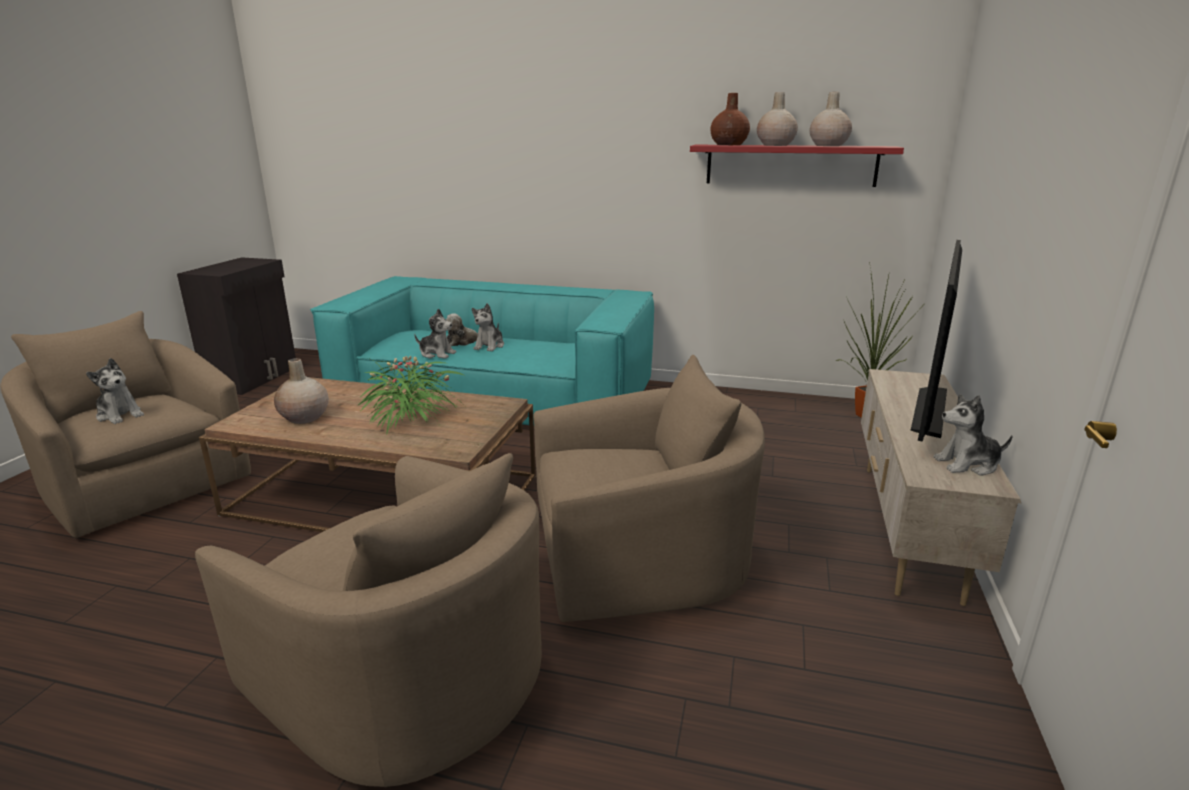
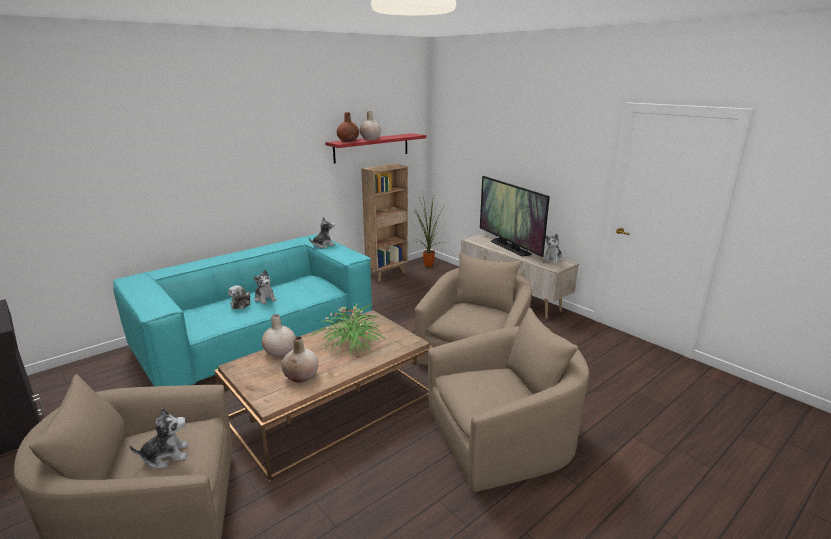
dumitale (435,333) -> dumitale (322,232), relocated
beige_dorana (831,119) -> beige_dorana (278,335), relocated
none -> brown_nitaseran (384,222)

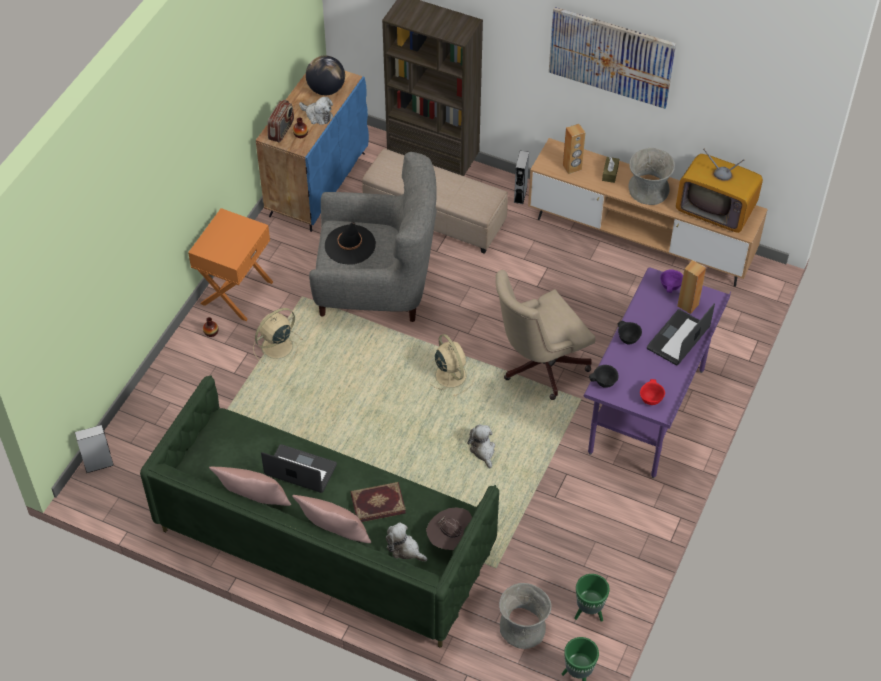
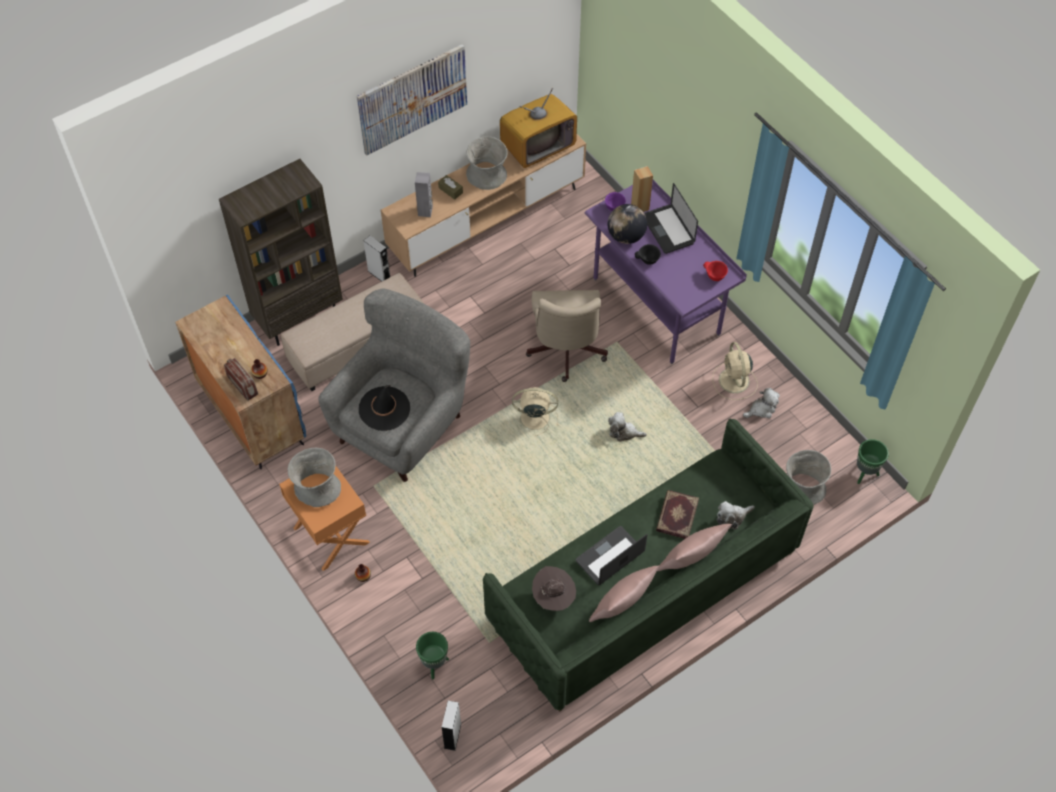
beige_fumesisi (277,336) -> beige_fumesisi (735,371), relocated
dumitale (316,111) -> dumitale (761,403), relocated
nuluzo (325,75) -> nuluzo (627,224), relocated
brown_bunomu (449,529) -> brown_bunomu (554,588), relocated
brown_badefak (574,149) -> grey_badefak (424,194)
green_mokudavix (592,598) -> green_mokudavix (432,655), relocated
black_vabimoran (604,376) -> none
none -> grey_dorana (314,477)

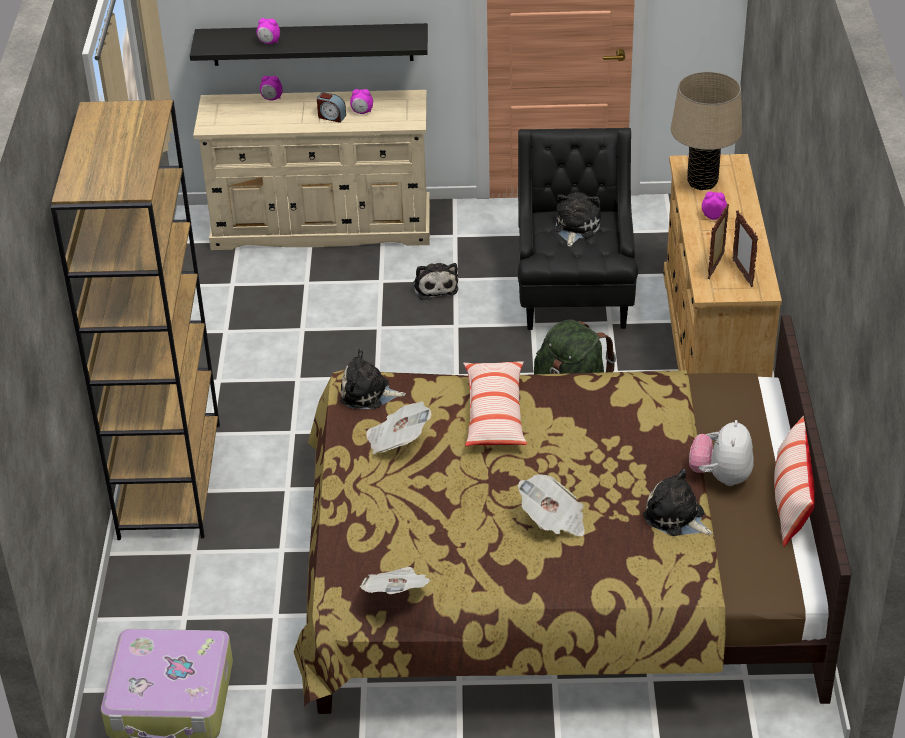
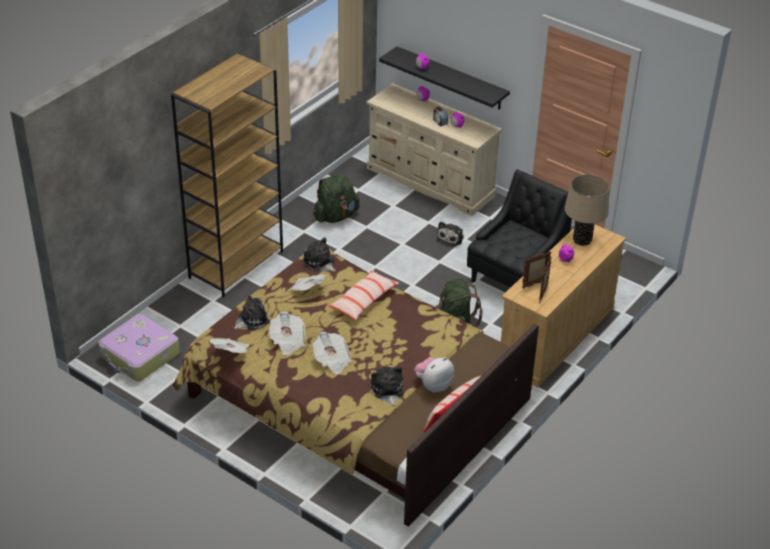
dumitale (577,219) -> dumitale (251,312), relocated
none -> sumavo (287,333)
none -> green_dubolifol (336,198)

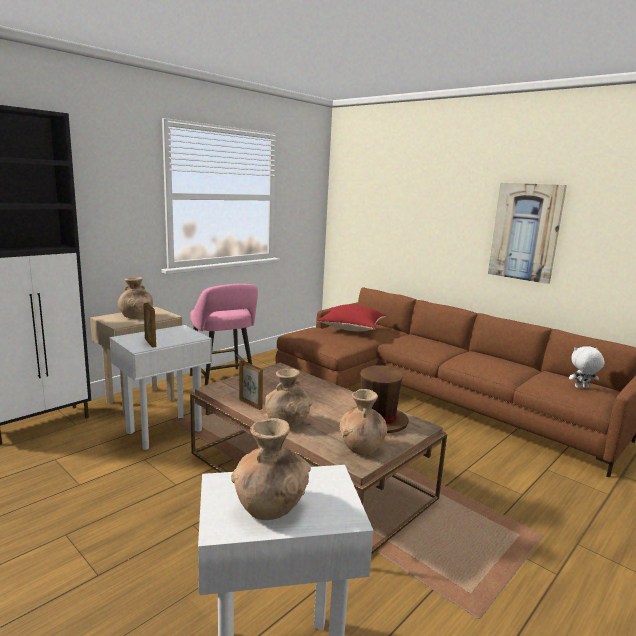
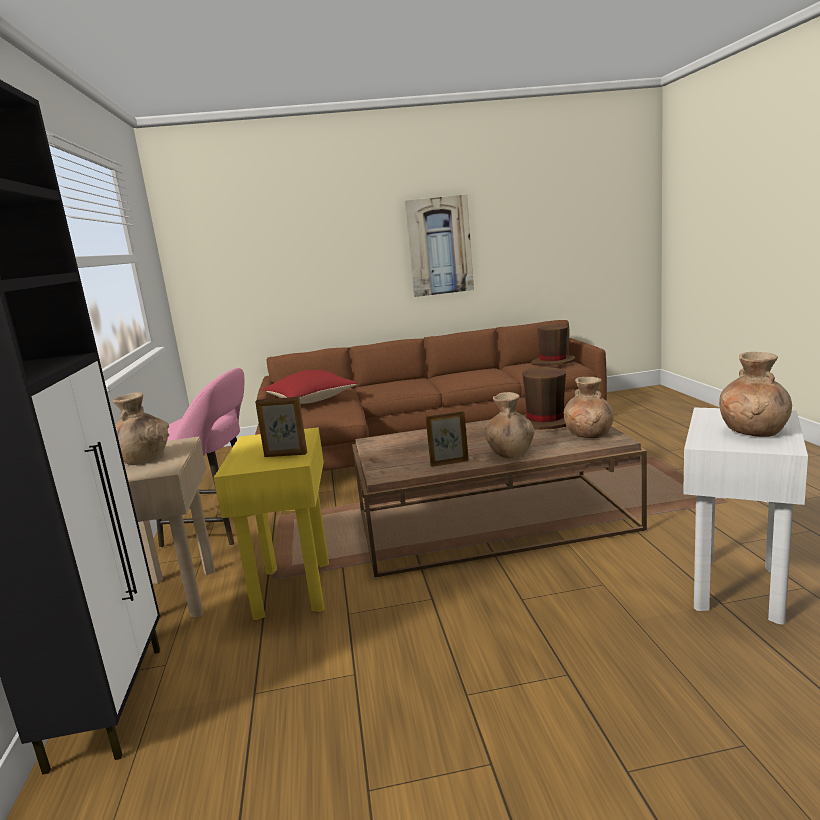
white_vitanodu (160,387) -> yellow_vitanodu (271,523)
white_dumitale (586,367) -> brown_bunomu (553,345)

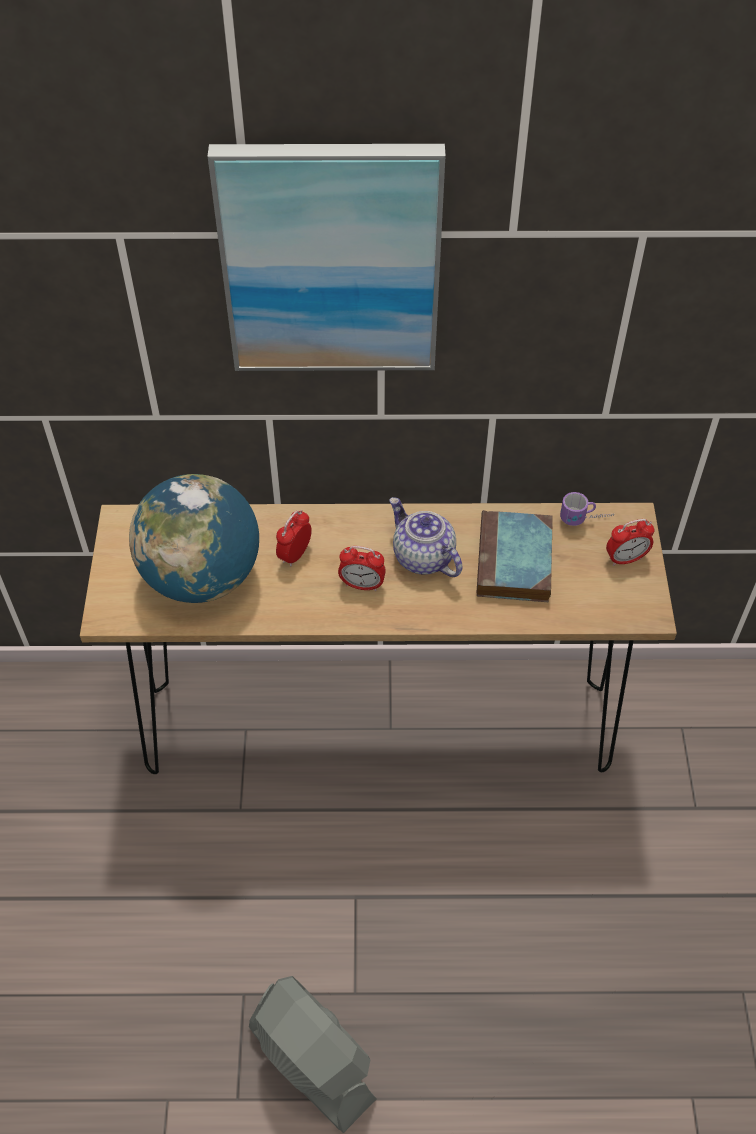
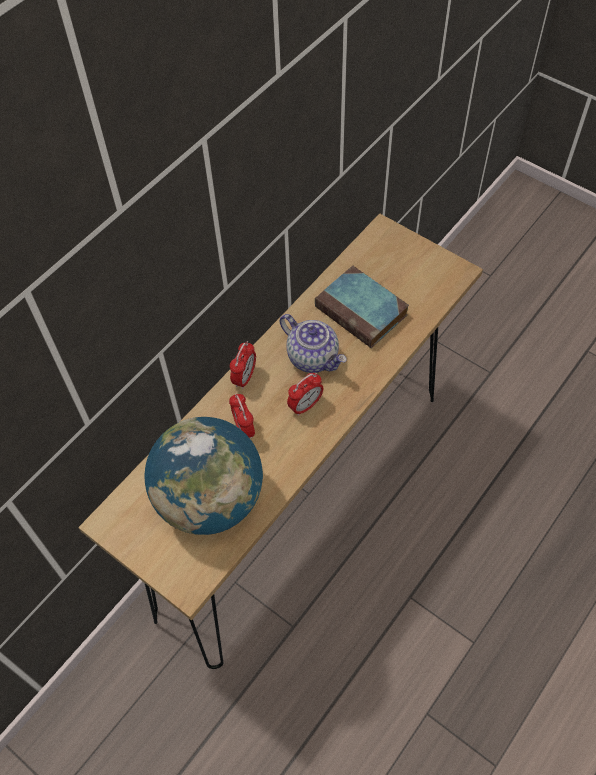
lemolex (327,257) -> none
grey_fumesisi (313,1054) -> none
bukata (426,537) -> bukata (313,343), 135 degrees counterclockwise
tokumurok (587,509) -> none
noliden (630,542) -> noliden (243,365), relocated

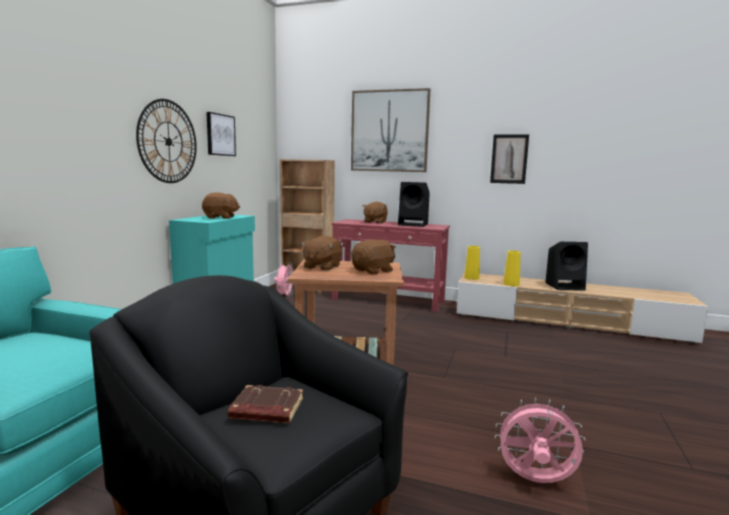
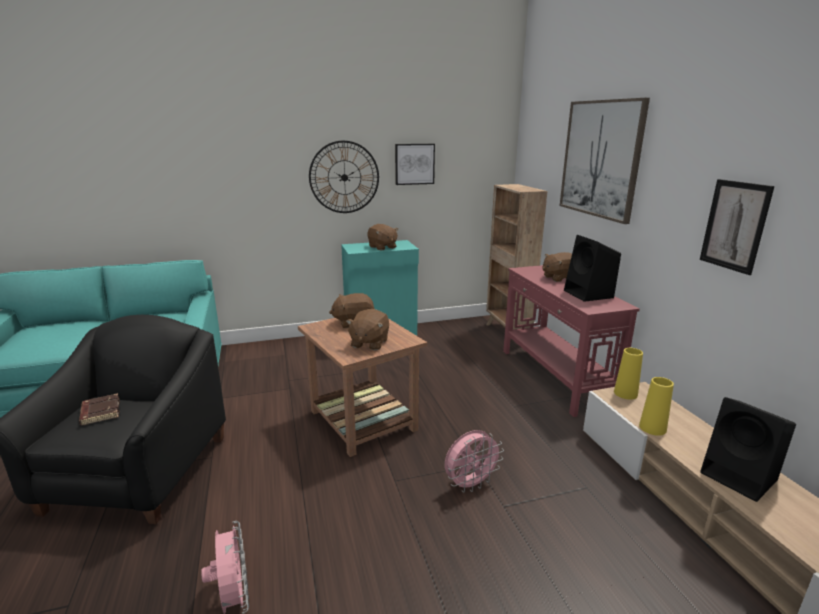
pink_fumesisi (284,280) -> pink_fumesisi (474,461), relocated
brown_dumitale (373,257) -> brown_dumitale (367,329), 90 degrees clockwise

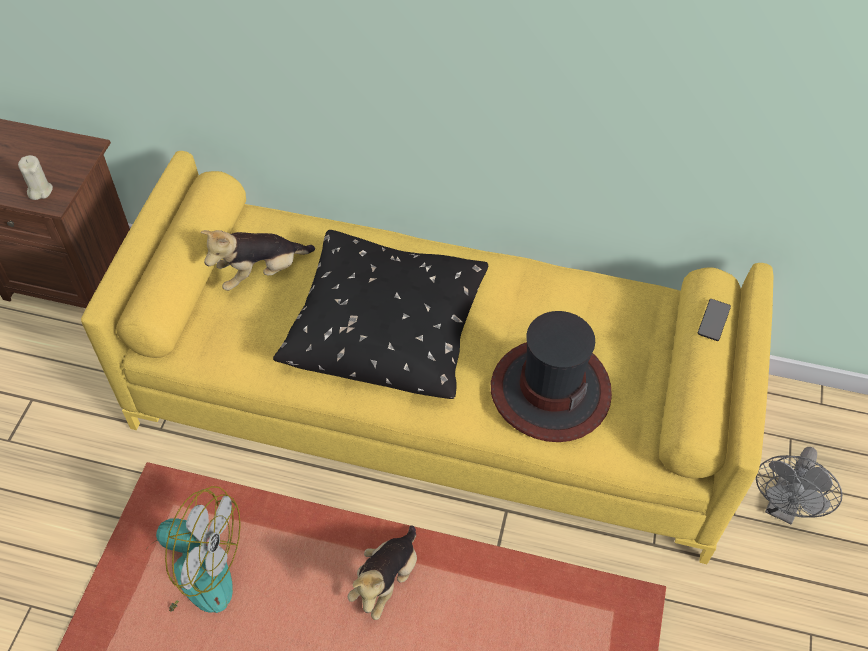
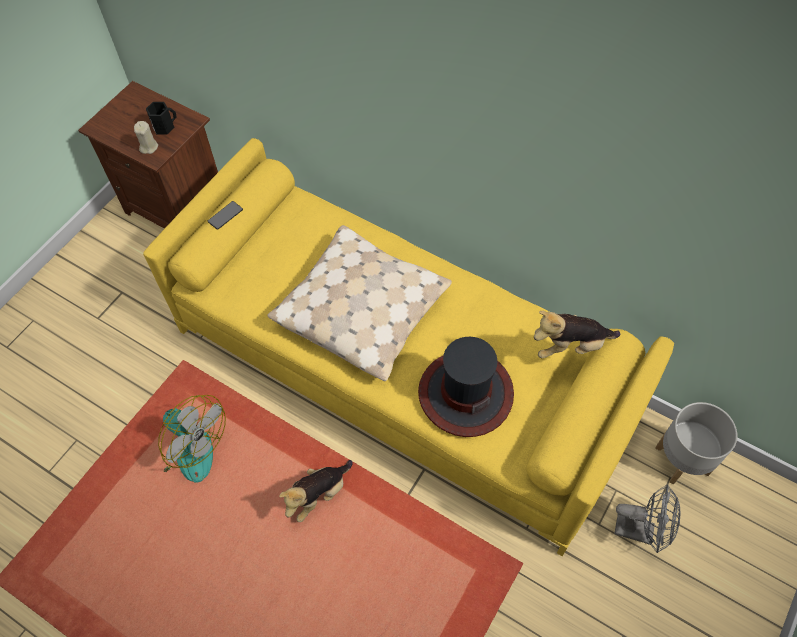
dumitale (258,260) -> dumitale (577,334), relocated
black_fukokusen (380,314) -> beige_fukokusen (359,303)
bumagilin (714,320) -> bumagilin (225,215), relocated
grey_fumesisi (799,485) -> grey_fumesisi (647,519), 120 degrees counterclockwise
none -> black_tokumurok (161,118)
none -> grey_mokudavix (696,443)

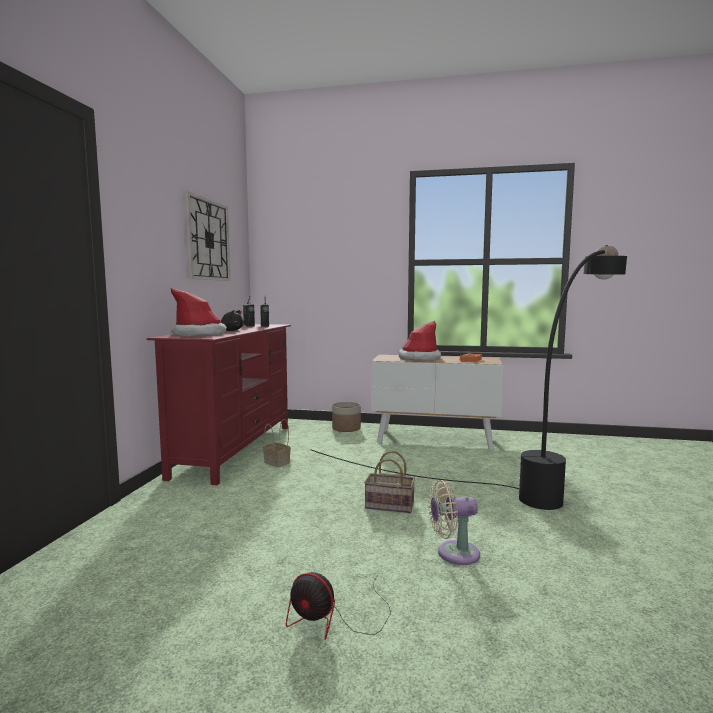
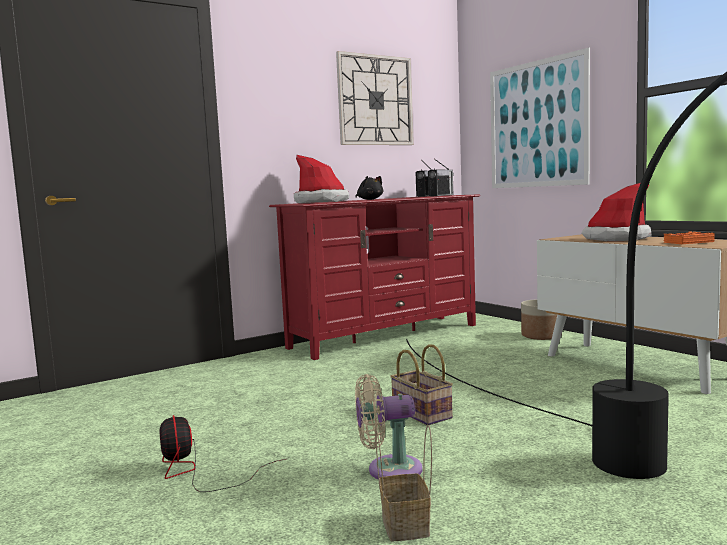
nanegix (277,443) -> nanegix (404,483), relocated
beige_fumesisi (454,522) -> beige_fumesisi (388,426), 45 degrees counterclockwise
none -> lemolex (540,118)

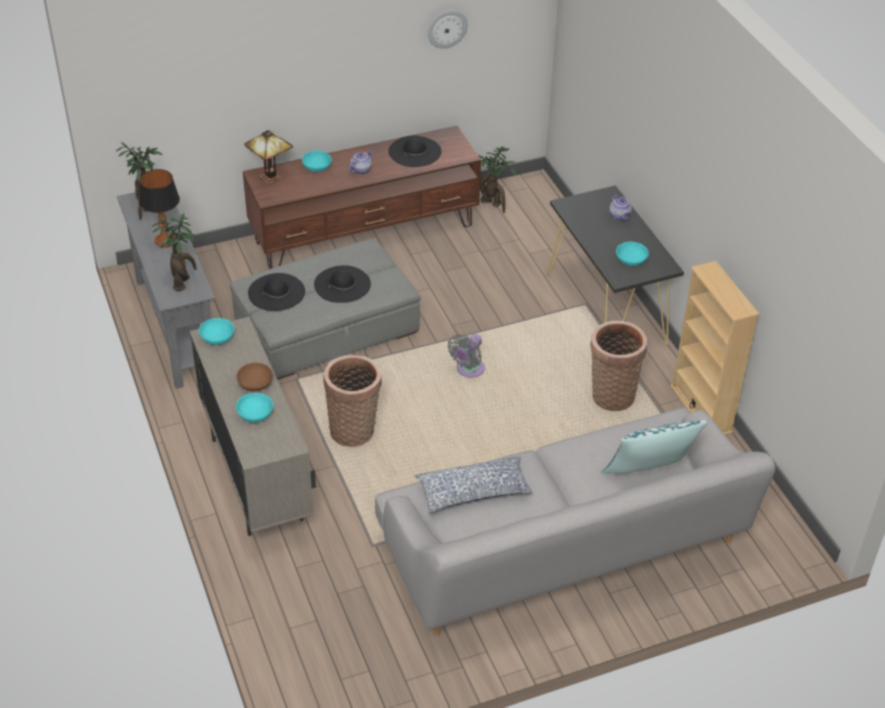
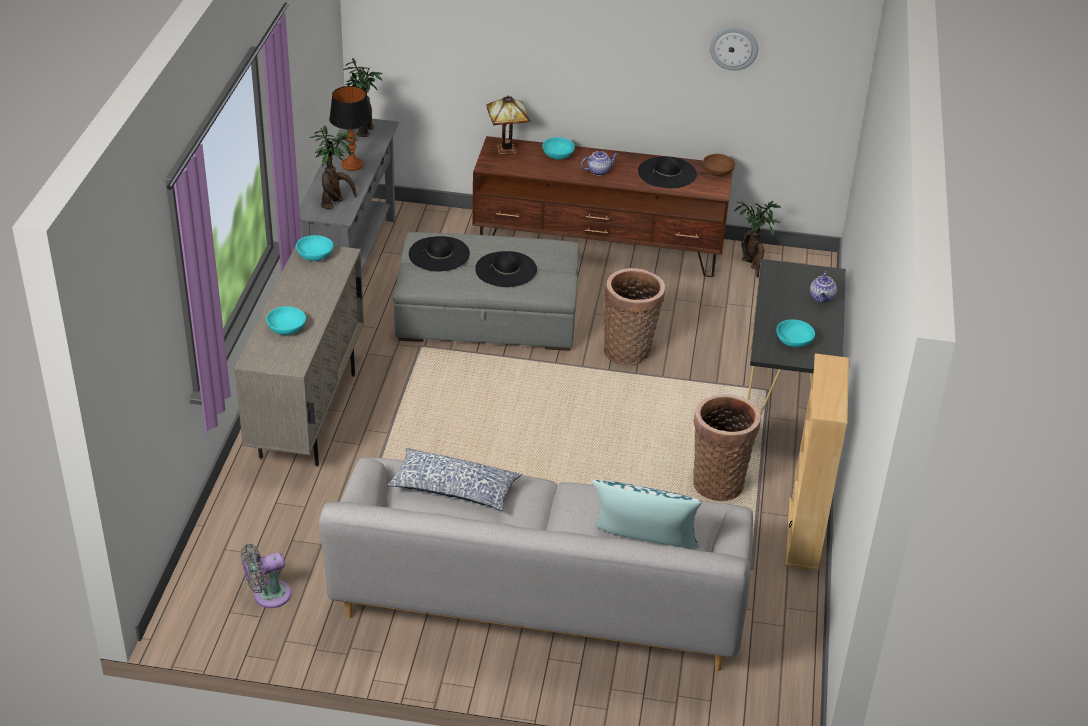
brown_vabimoran (254,377) -> brown_vabimoran (719,165), relocated
nanegix (352,401) -> nanegix (634,316), relocated
grey_fumesisi (466,356) -> grey_fumesisi (266,576), relocated

